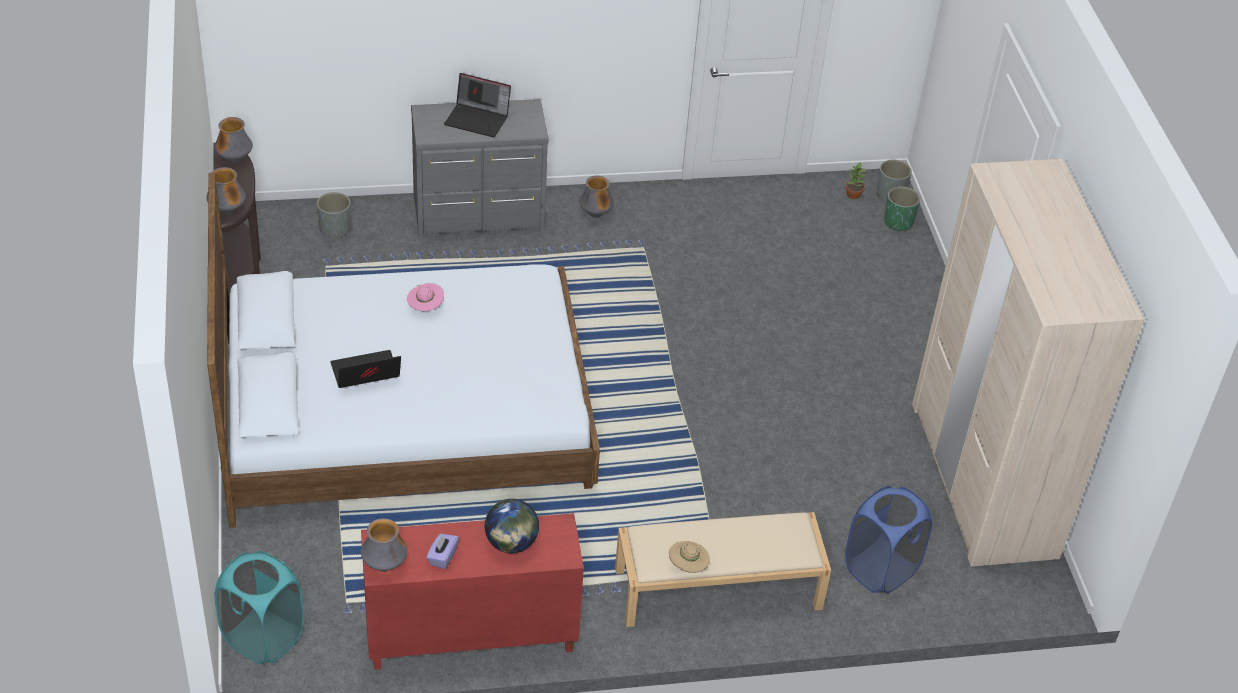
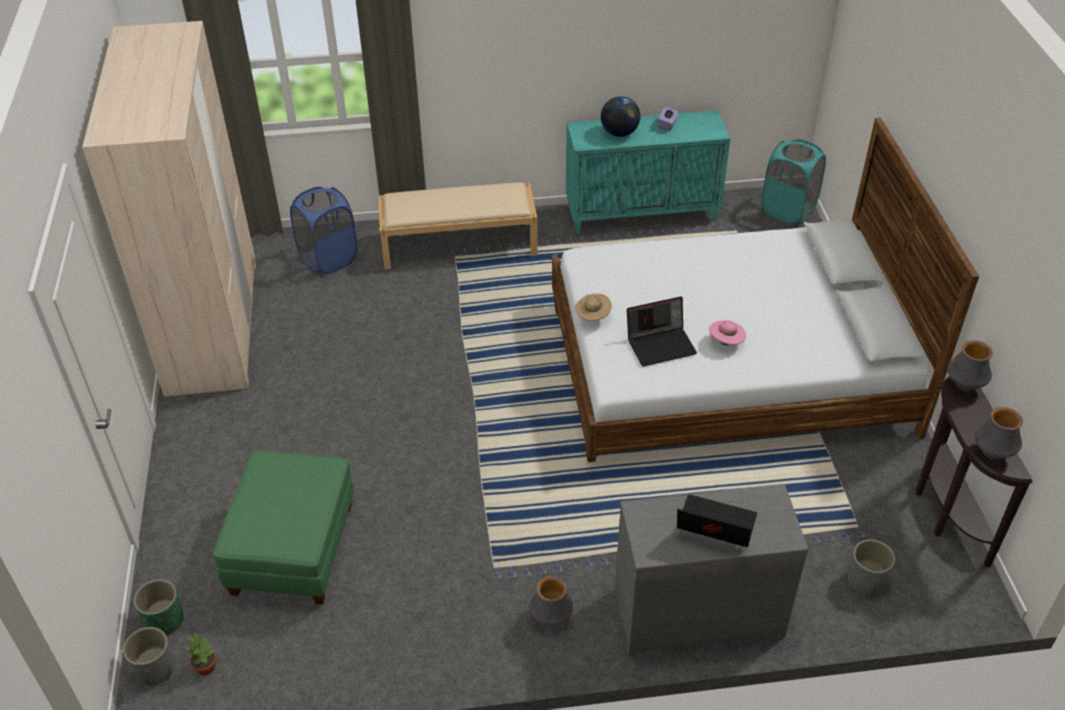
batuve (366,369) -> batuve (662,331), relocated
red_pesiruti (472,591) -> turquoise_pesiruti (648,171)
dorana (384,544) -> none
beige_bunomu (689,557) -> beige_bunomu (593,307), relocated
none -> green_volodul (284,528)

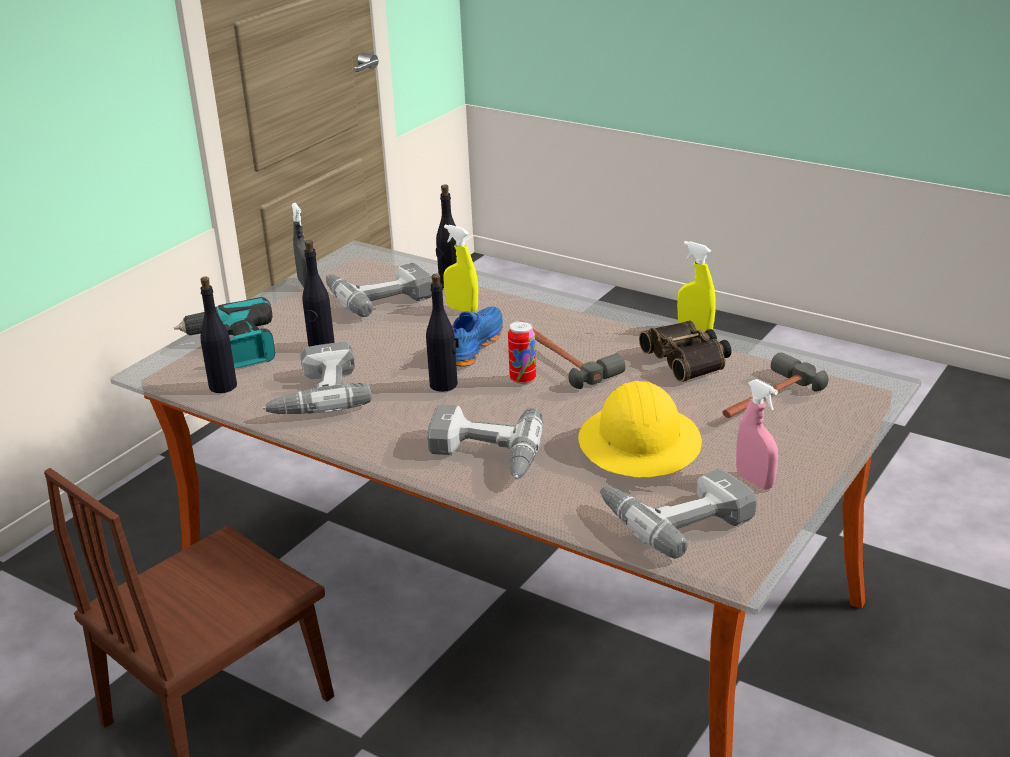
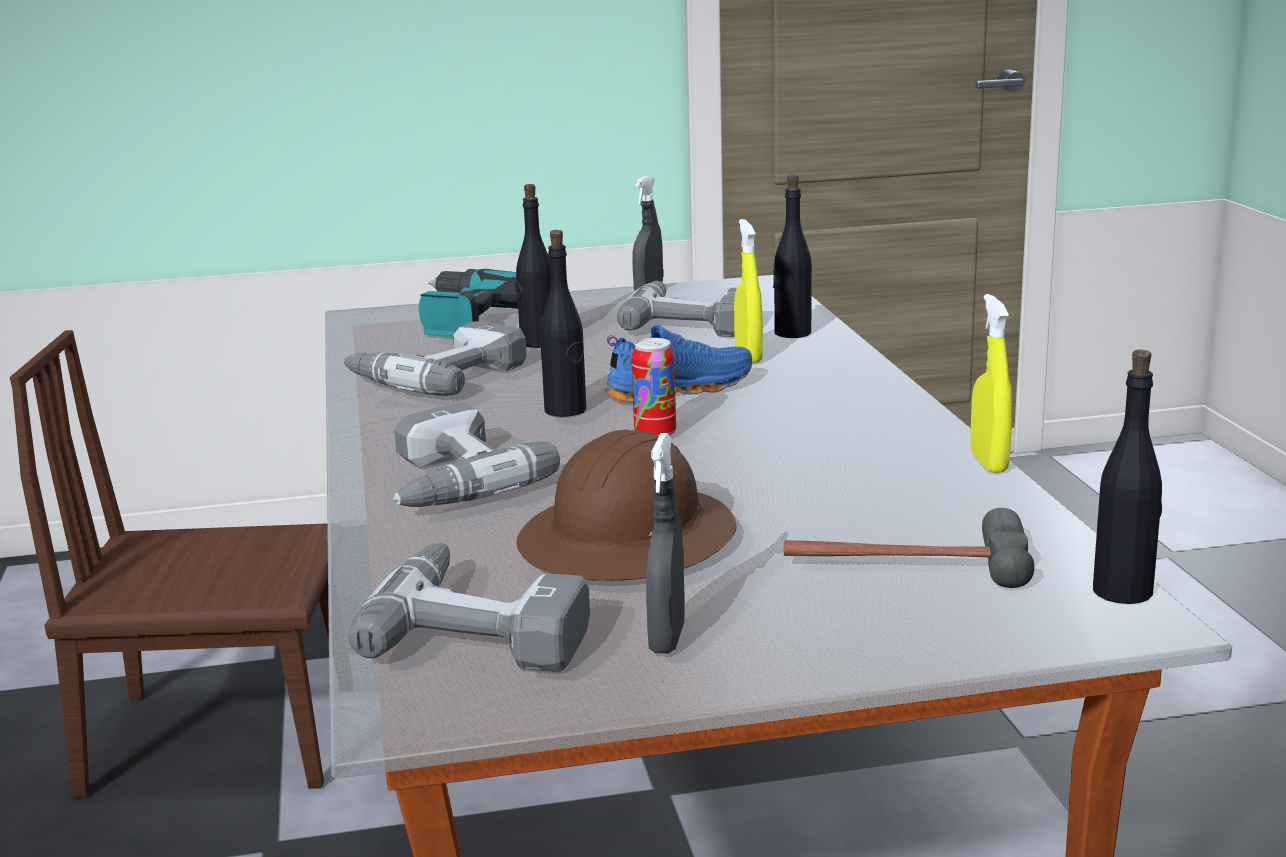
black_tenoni (218,335) -> black_tenoni (1127,477), relocated
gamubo (579,359) -> none
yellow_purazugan (640,429) -> brown_purazugan (627,505)
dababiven (685,351) -> none
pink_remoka (757,434) -> grey_remoka (665,543)

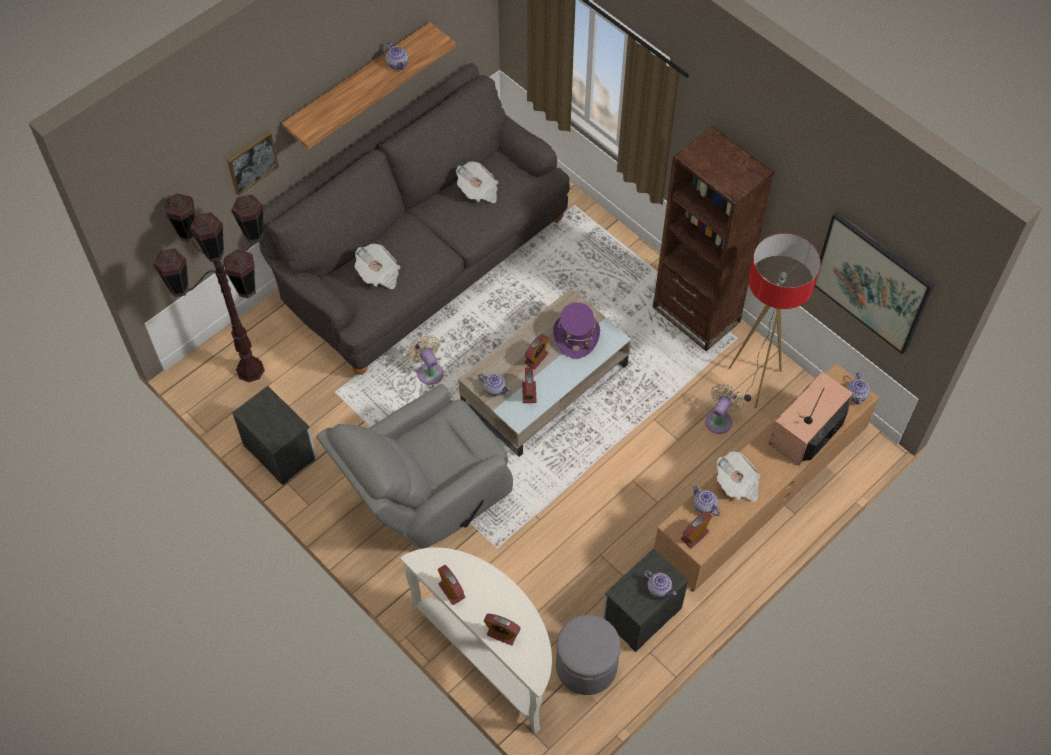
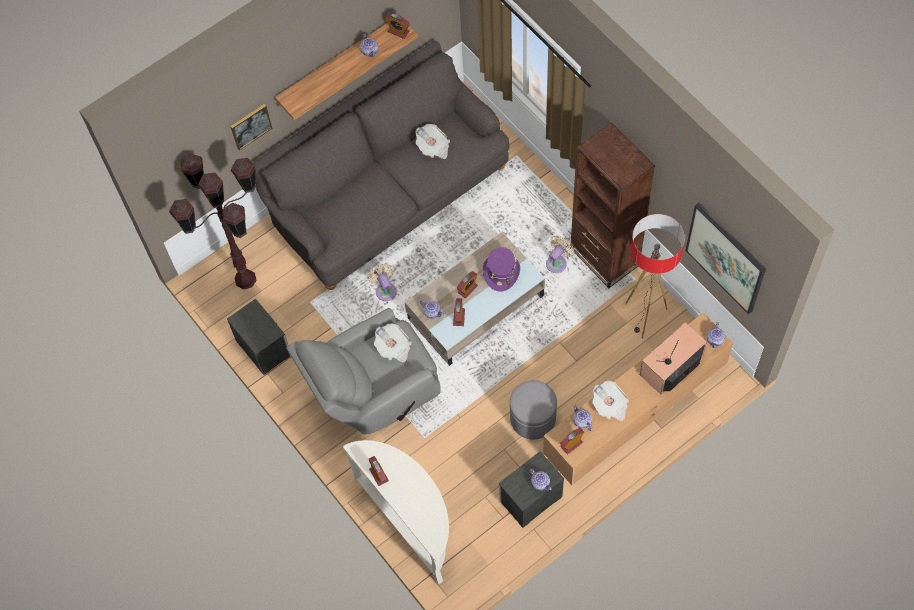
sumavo (377,266) -> sumavo (393,343), relocated
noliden (502,630) -> noliden (397,26), relocated
grey_volodul (588,655) -> grey_volodul (533,410), relocated
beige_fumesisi (725,409) -> beige_fumesisi (560,254), relocated

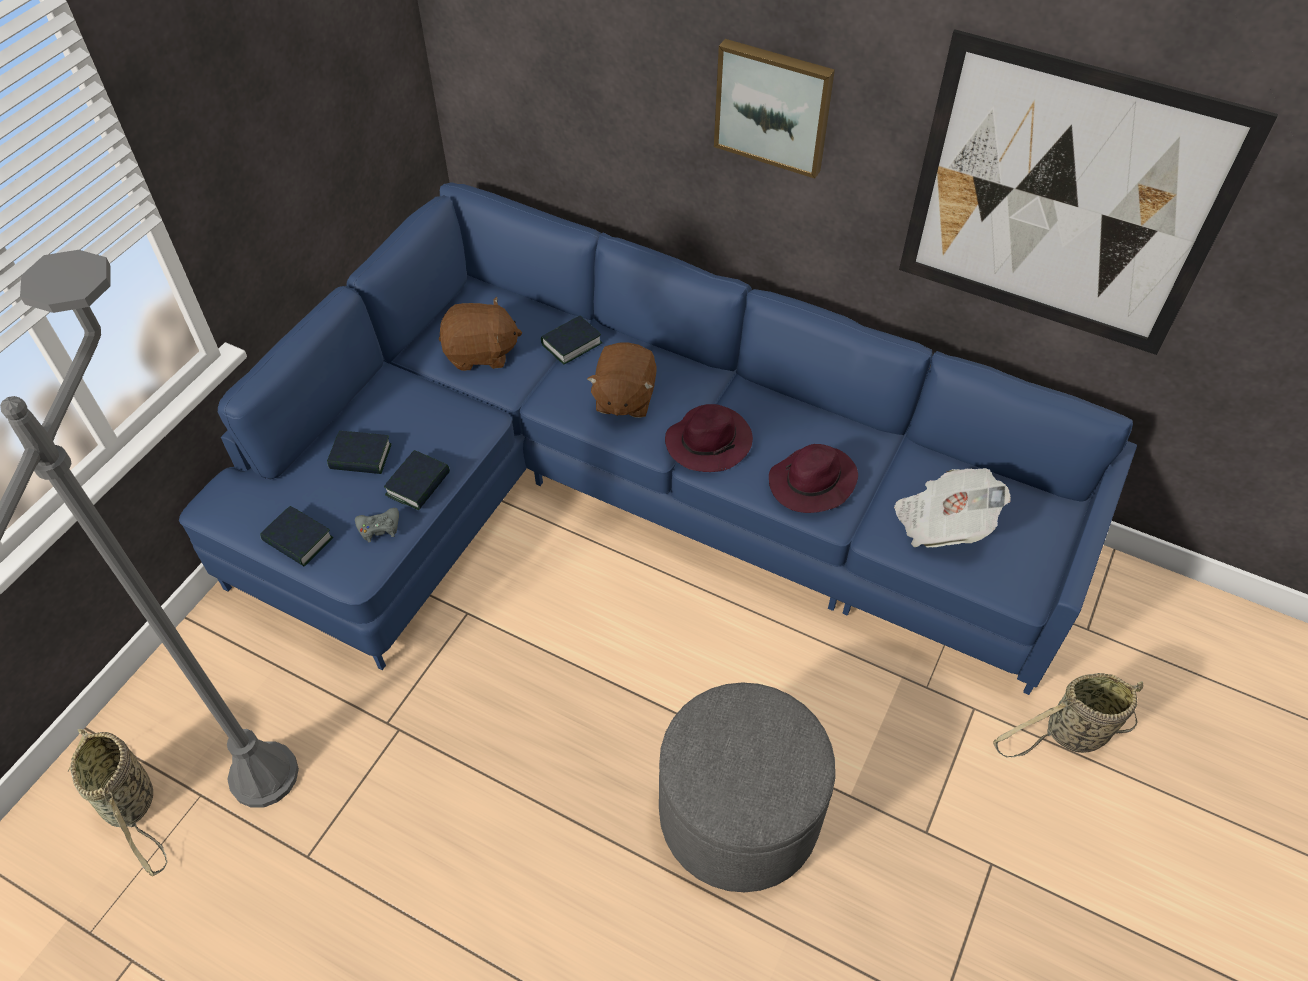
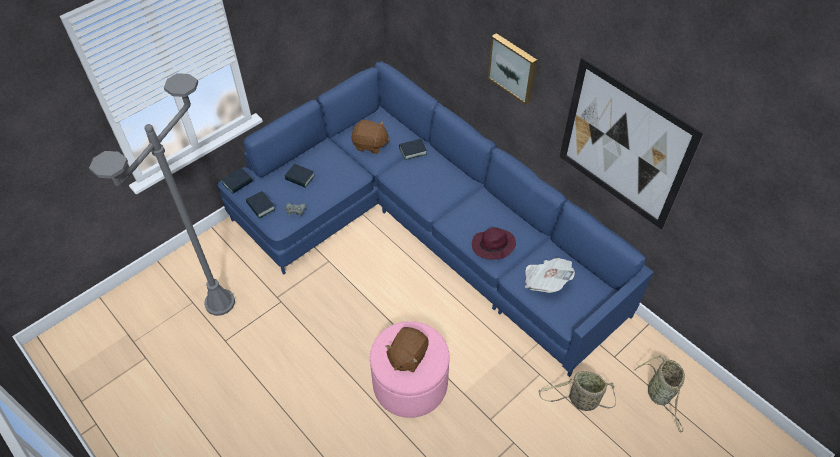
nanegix (118,803) -> nanegix (659,394), relocated
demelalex (417,480) -> demelalex (237,181), relocated
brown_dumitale (622,380) -> brown_dumitale (407,349), relocated
grey_volodul (747,787) -> pink_volodul (410,369)
purple_bunomu (709,438) -> none

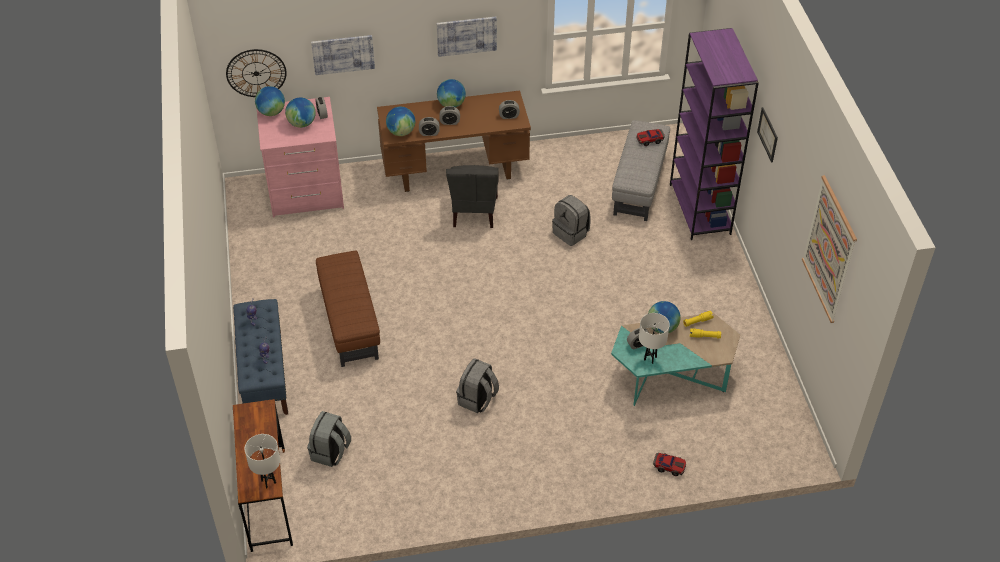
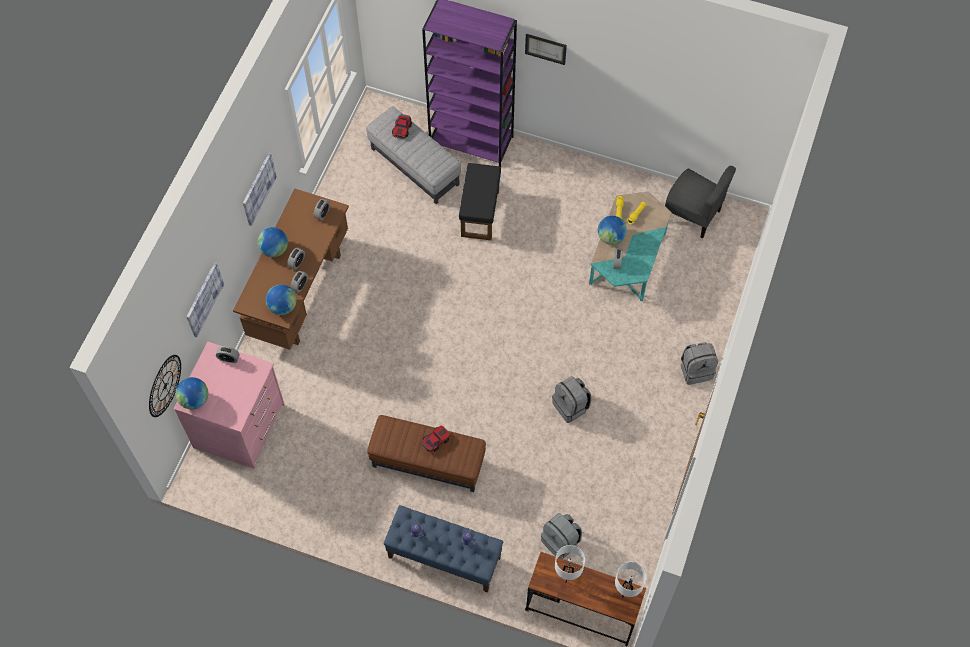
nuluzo (300,112) -> none
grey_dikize (472,196) -> grey_dikize (700,202), relocated
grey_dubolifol (571,220) -> grey_dubolifol (699,363), relocated
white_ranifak (654,338) -> white_ranifak (570,564), relocated
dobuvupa (669,464) -> dobuvupa (435,438), relocated
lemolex (829,249) -> none
none -> black_volodul (480,201)

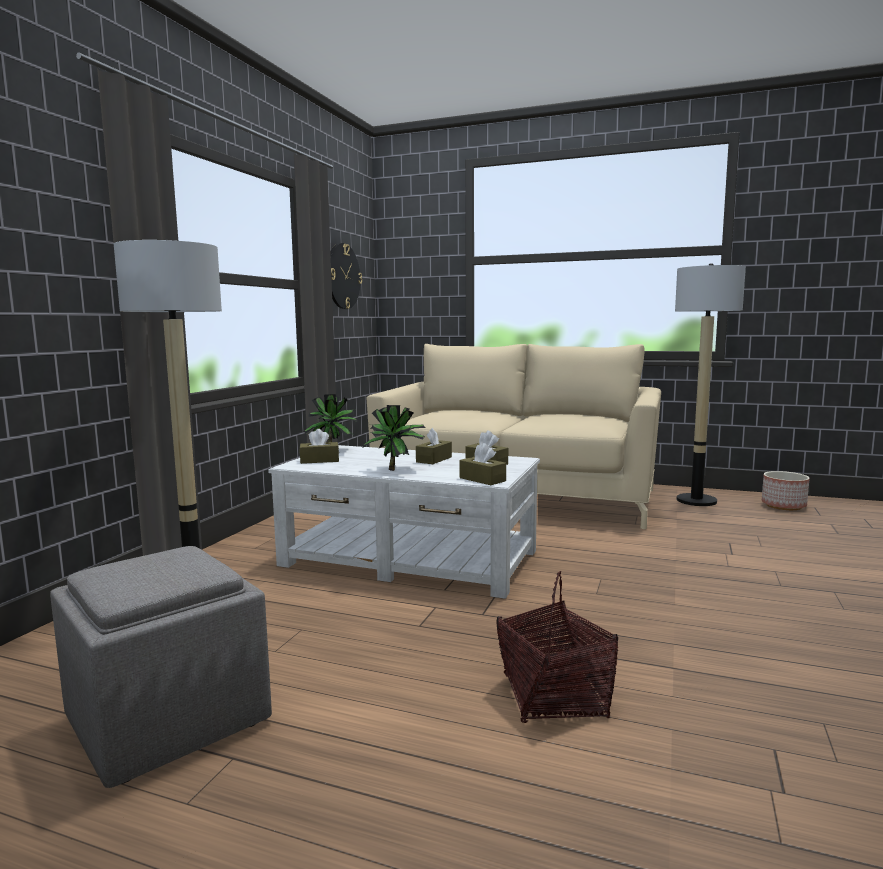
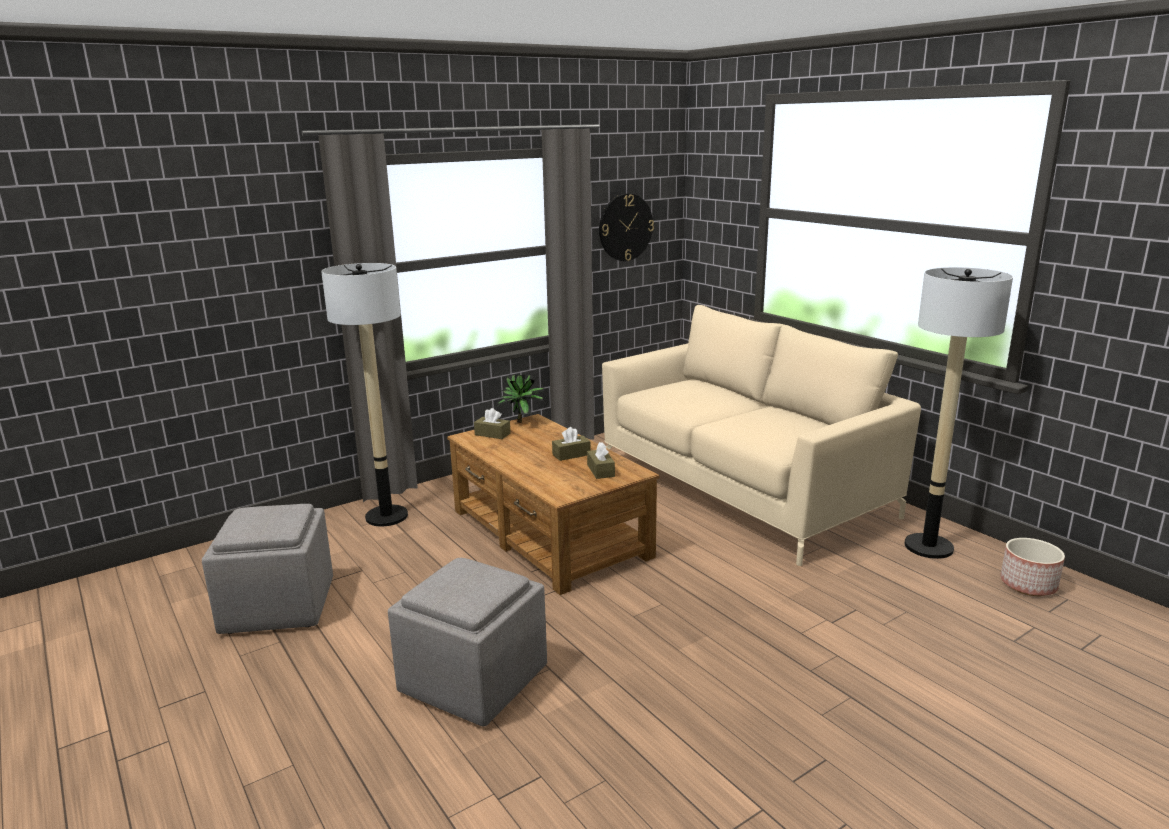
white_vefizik (404,522) -> brown_vefizik (553,504)
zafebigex (394,438) -> none
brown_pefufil (482,464) -> none
nanegix (557,647) -> grey_volodul (467,642)

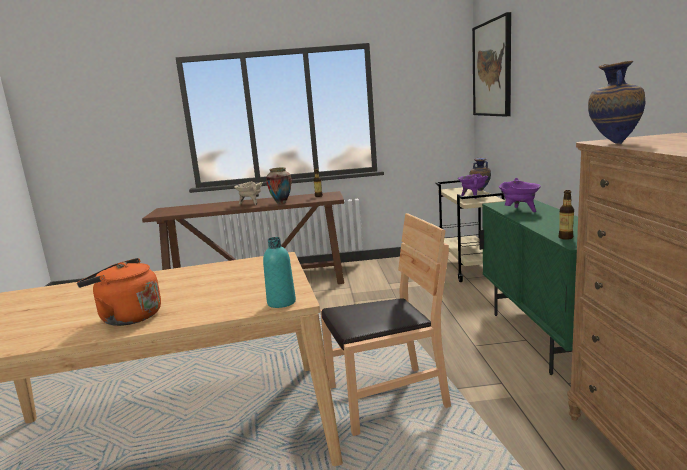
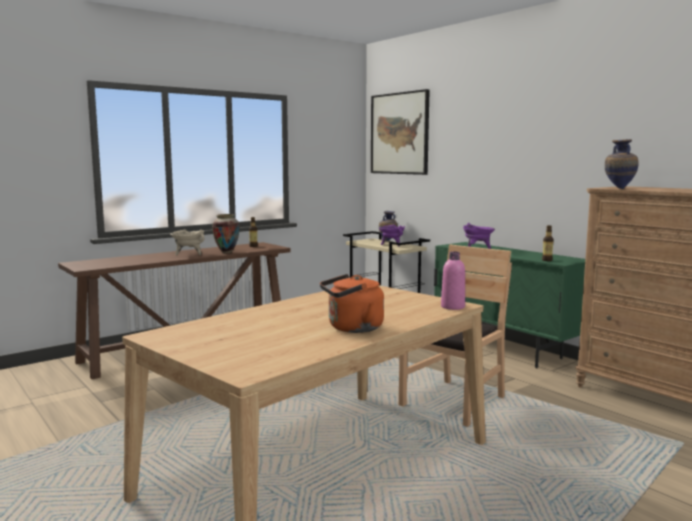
turquoise_tenoni (279,272) -> pink_tenoni (453,280)

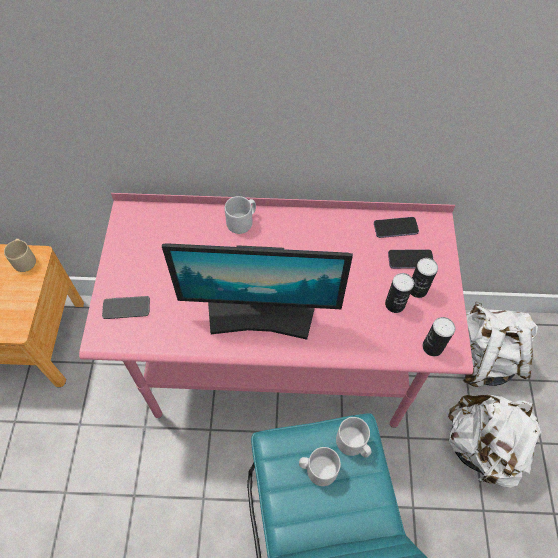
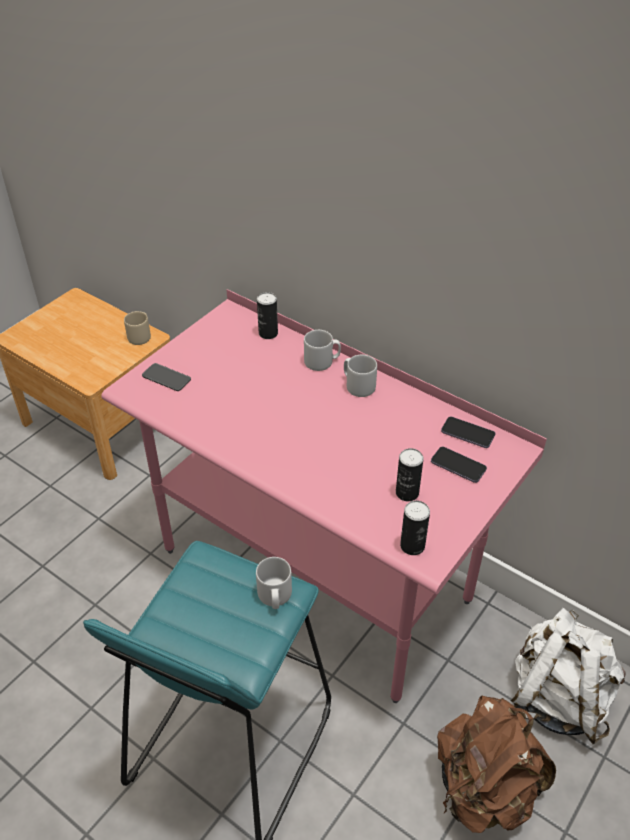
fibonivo (257,291) -> none
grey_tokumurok (320,466) -> grey_tokumurok (360,375), relocated
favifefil (424,278) -> favifefil (267,315), relocated
white_dubolifol (495,441) -> brown_dubolifol (496,764)

